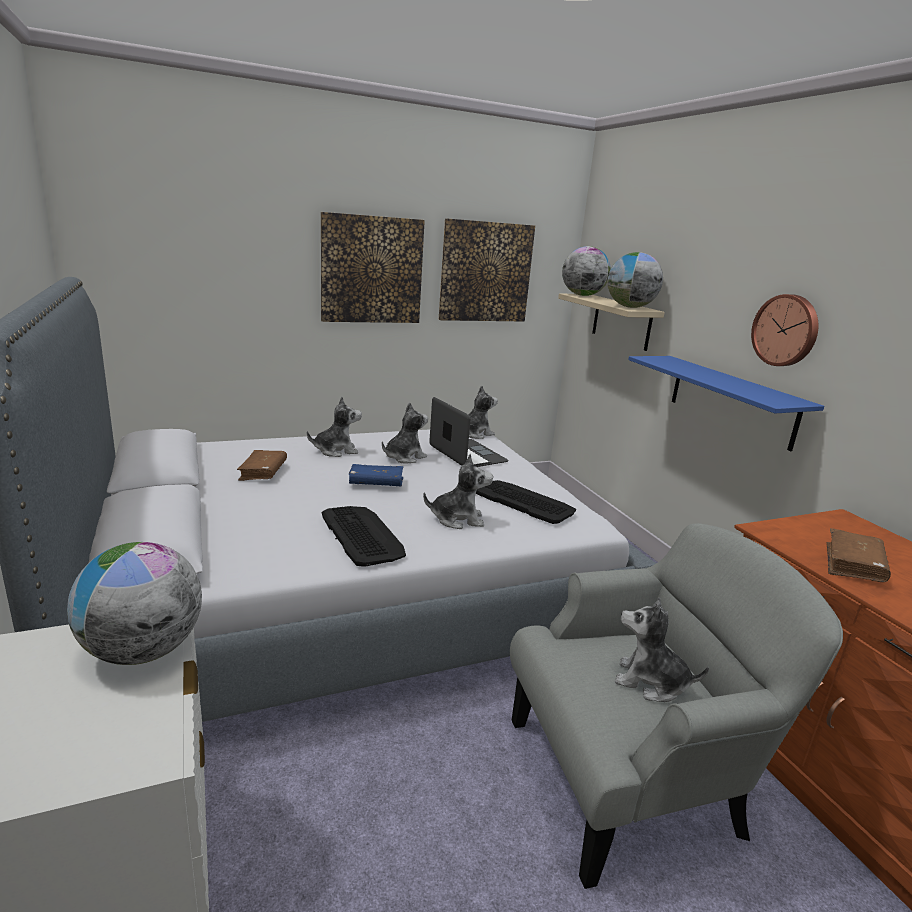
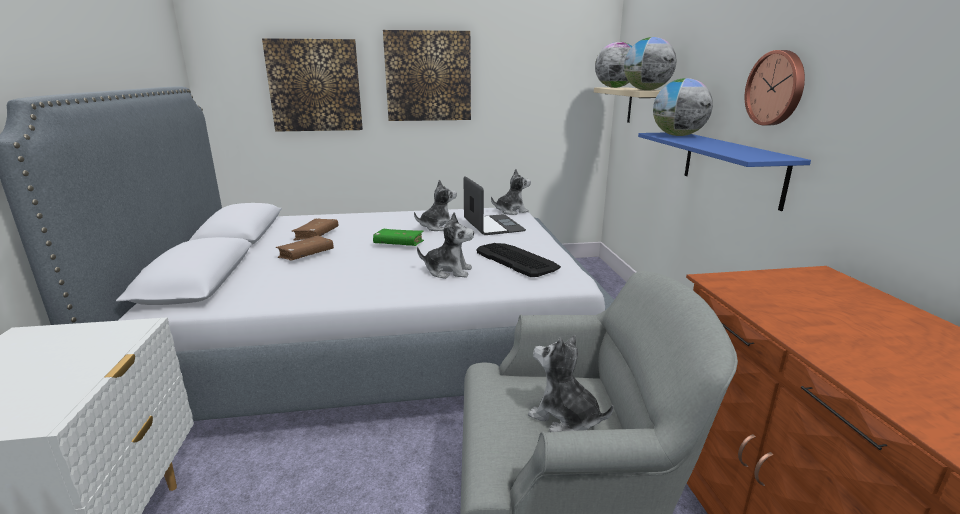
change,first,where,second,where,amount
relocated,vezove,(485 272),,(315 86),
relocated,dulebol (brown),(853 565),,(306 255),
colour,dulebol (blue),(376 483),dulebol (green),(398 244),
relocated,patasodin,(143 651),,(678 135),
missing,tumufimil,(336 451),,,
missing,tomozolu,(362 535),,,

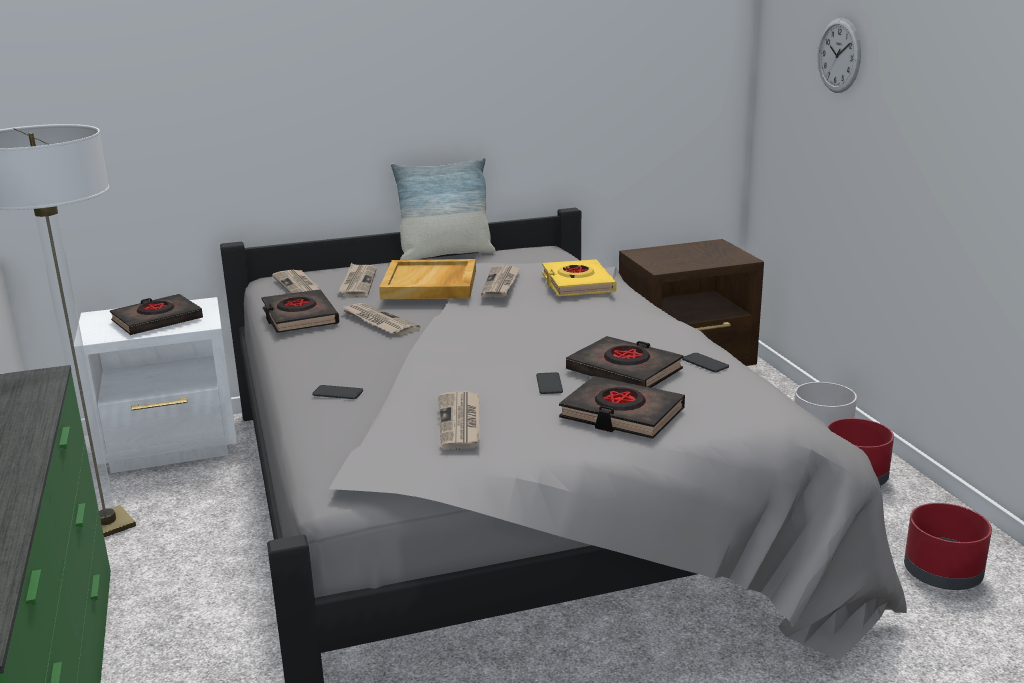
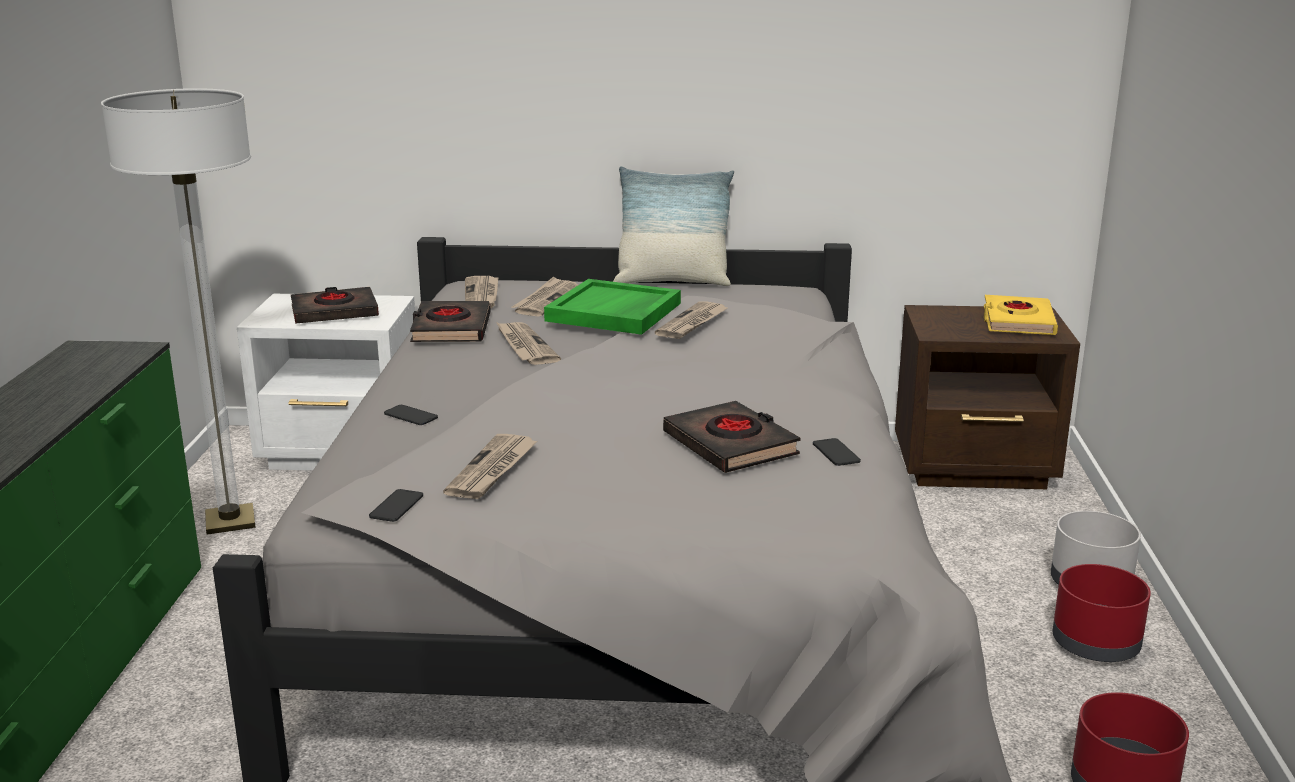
change,first,where,second,where,amount
relocated,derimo,(549 384),,(396 506),
colour,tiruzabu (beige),(430 284),tiruzabu (green),(614 312),
relocated,dulebol (yellow),(577 284),,(1017 322),
missing,dulebol (black),(621 414),,,
missing,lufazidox,(839 55),,,

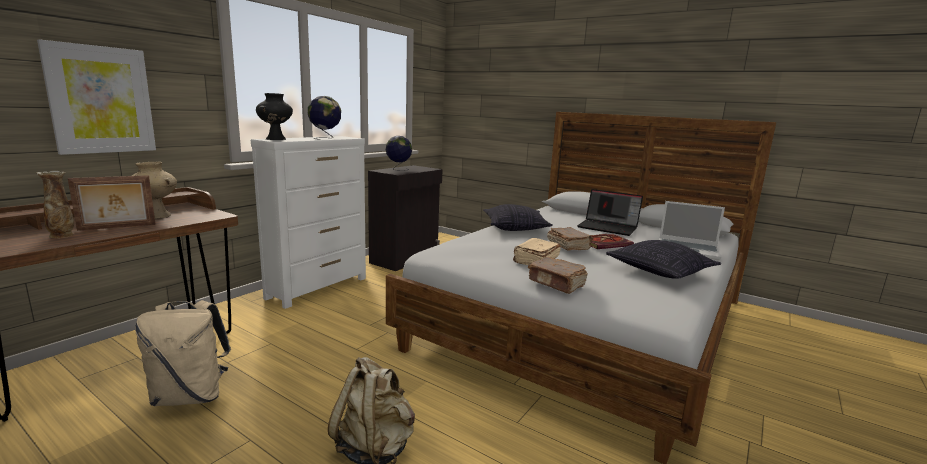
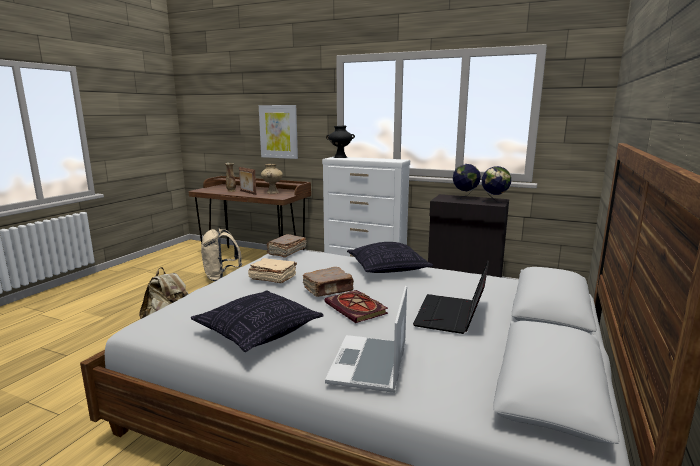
change,first,where,second,where,amount
relocated,dulebol (brown),(556 284),,(286 252),
relocated,patasodin,(325 138),,(494 202),

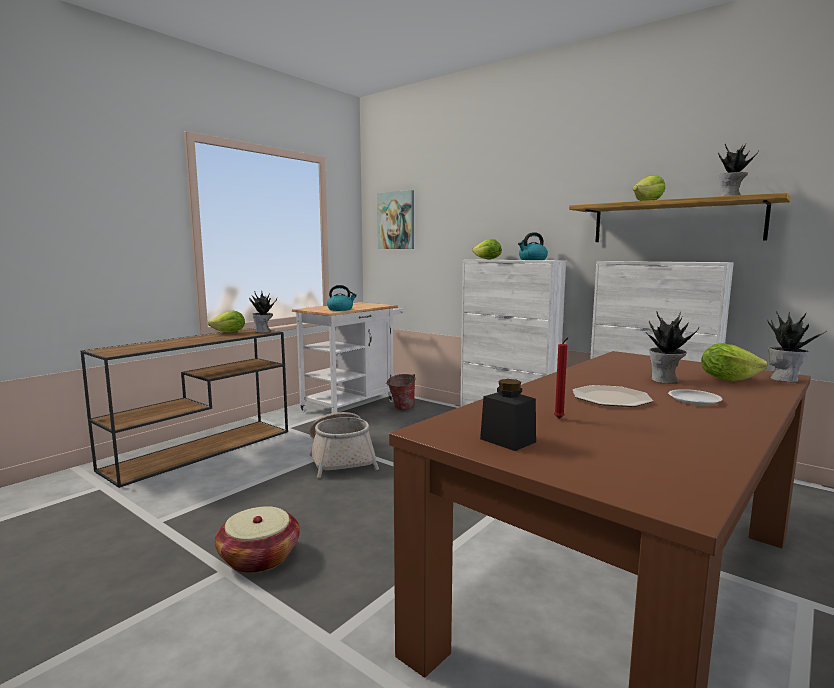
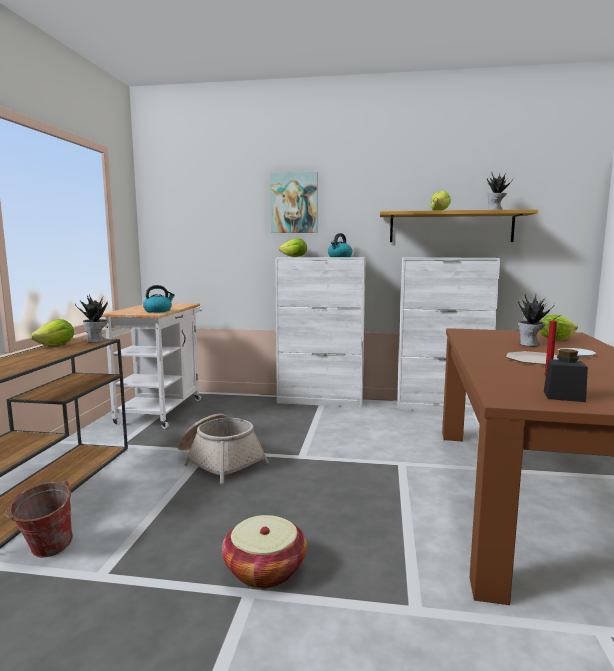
change,first,where,second,where,amount
relocated,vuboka,(401 408),,(45 552),
relocated,vezove,(396 220),,(294 203),
missing,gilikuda,(784 379),,,

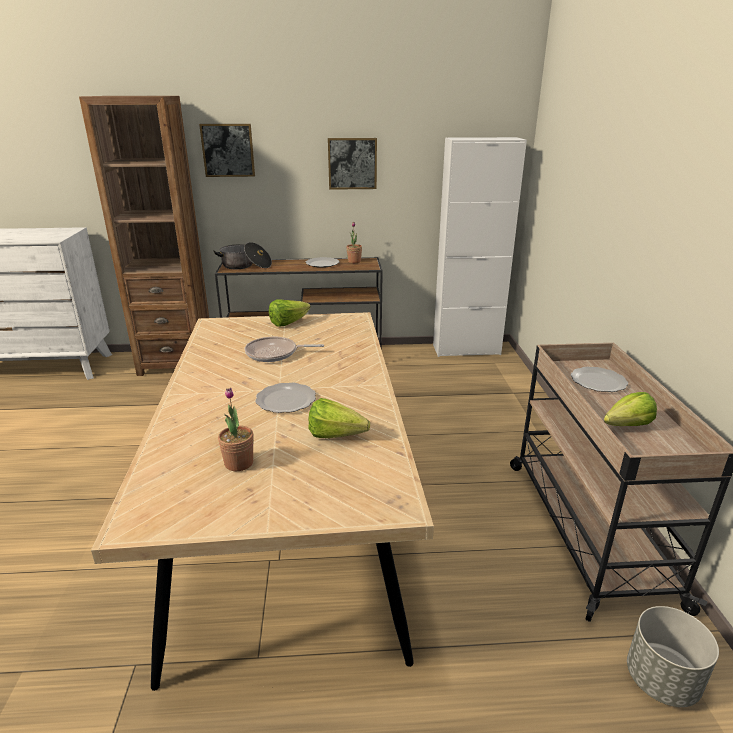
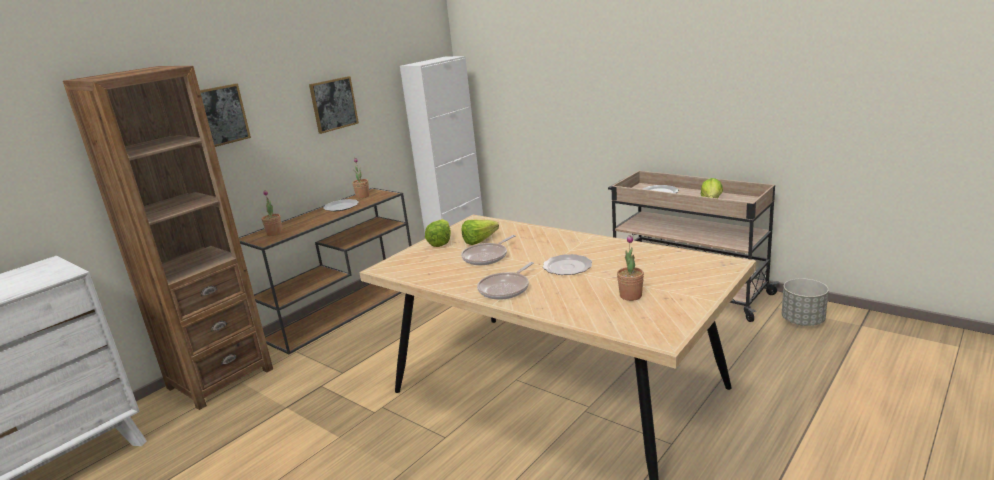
change,first,where,second,where,amount
exchanged,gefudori,(245 266),gilikuda,(274 233),
relocated,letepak,(340 437),,(483 240),
appeared,,,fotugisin,(506 288),

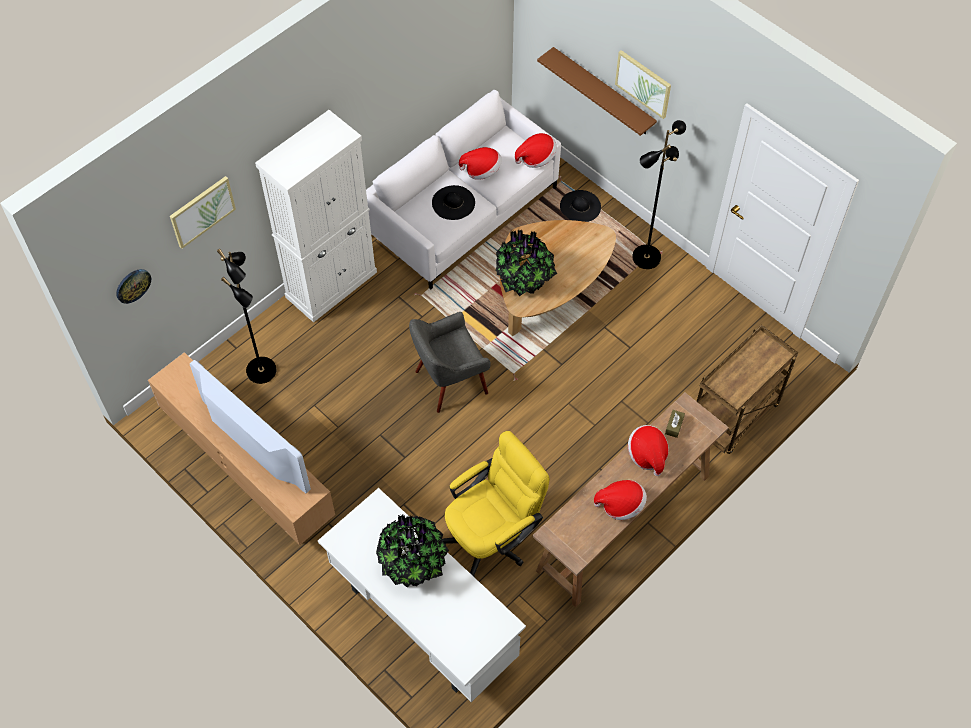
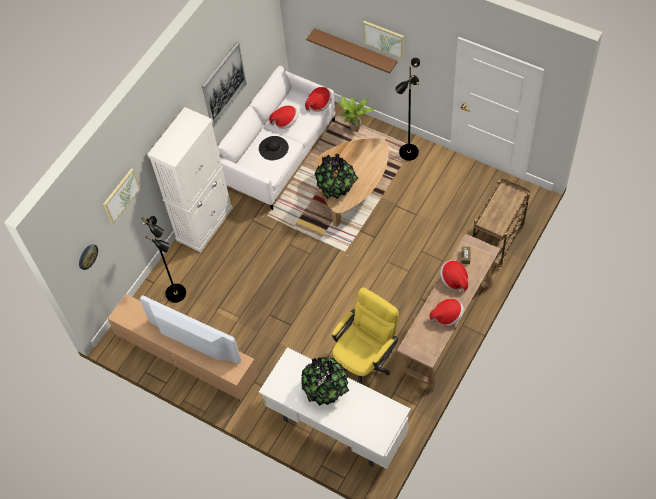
change,first,where,second,where,amount
appeared,,,vezove,(223 84),
exchanged,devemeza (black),(580 206),gilikuda,(354 129),
missing,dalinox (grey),(450 381),,,

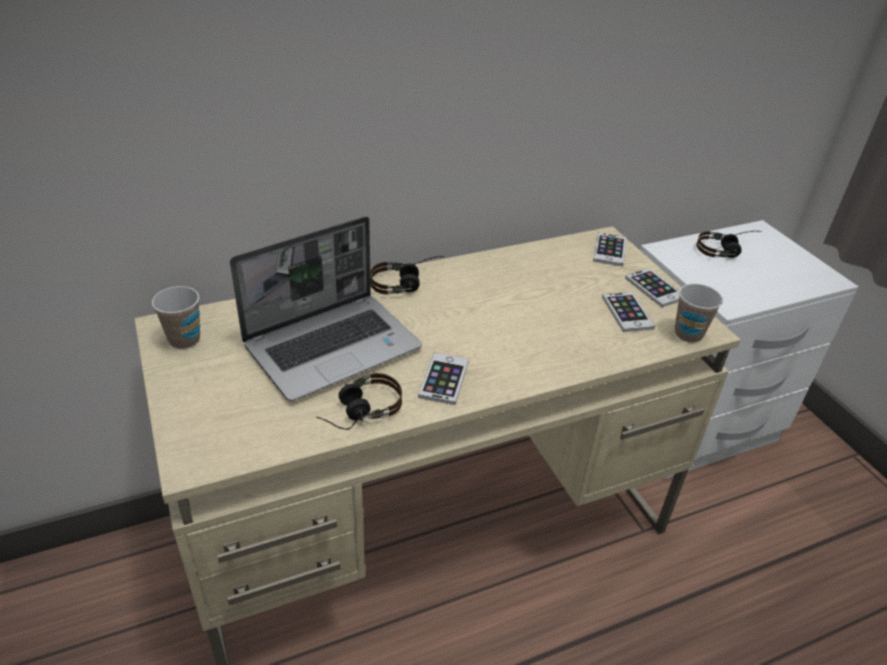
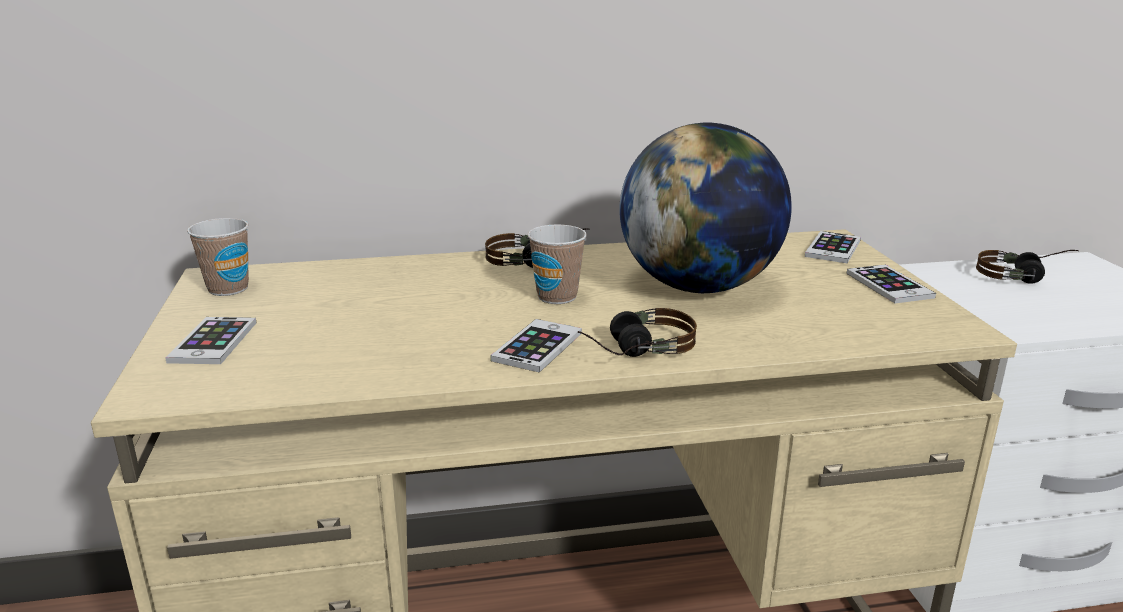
change,first,where,second,where,amount
relocated,derimo,(627 312),,(213 342),
relocated,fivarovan,(688 334),,(557 296),
relocated,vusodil,(357 412),,(634 350),
appeared,,,patasodin,(699 286),
missing,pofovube,(334 346),,,

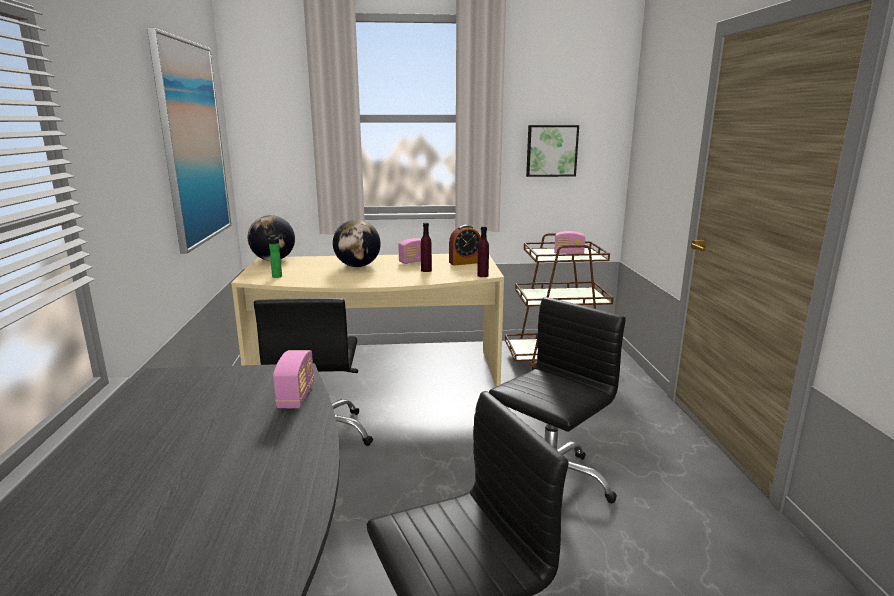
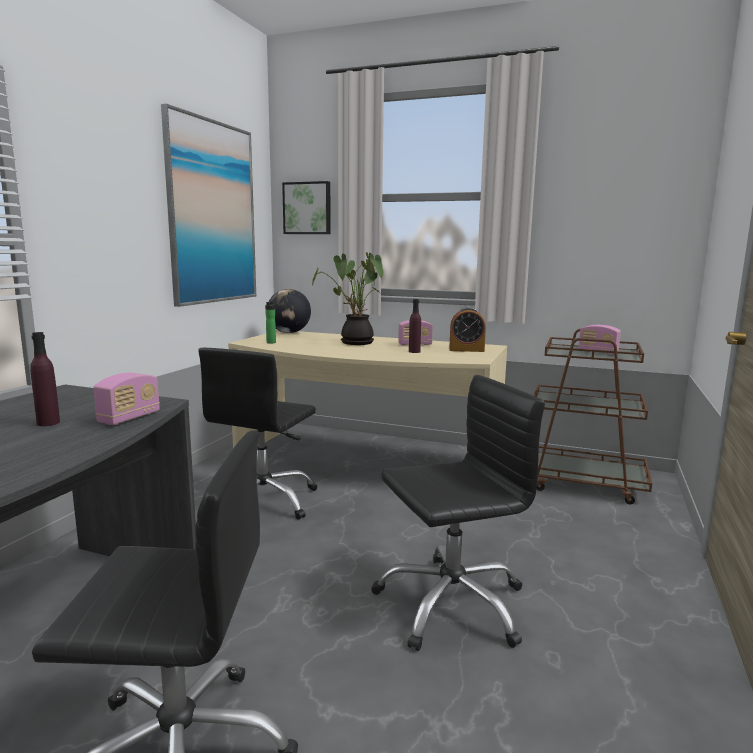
change,first,where,second,where,amount
relocated,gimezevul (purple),(482 275),,(48 423),
relocated,vezove,(551 150),,(307 208),
exchanged,patasodin,(357 266),gilikuda,(354 343),

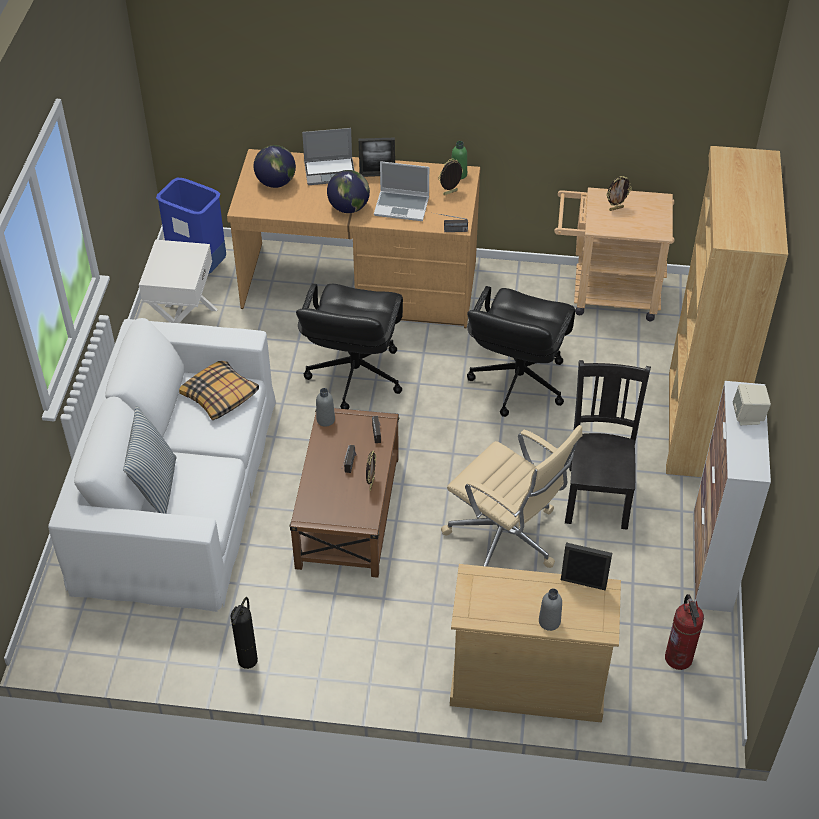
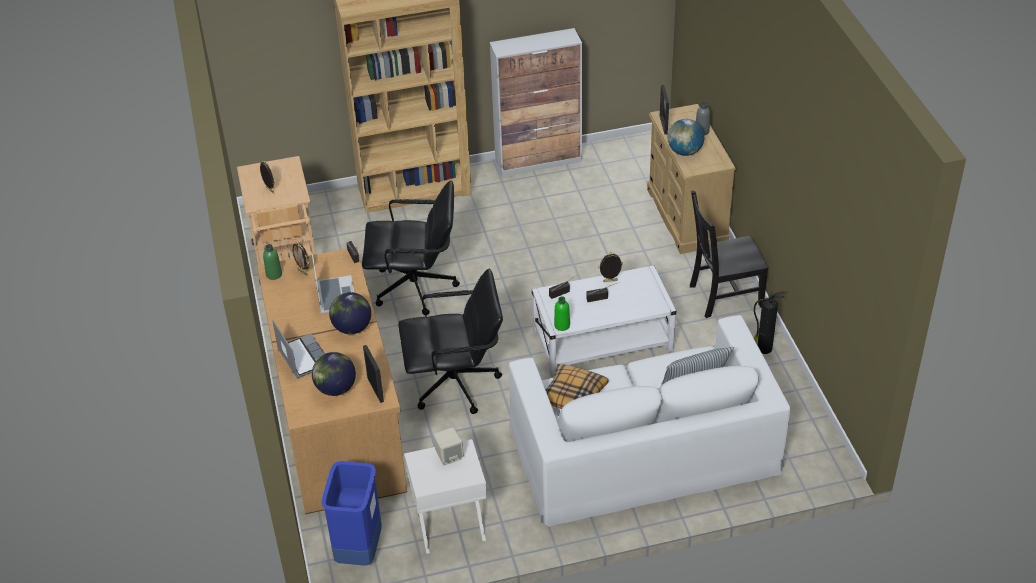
change,first,where,second,where,amount
relocated,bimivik,(377 175),,(375 390),
relocated,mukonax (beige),(748 416),,(449 456),
colour,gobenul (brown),(348 512),gobenul (white),(602 341),
colour,gimezevul (grey),(325 420),gimezevul (green),(562 325),
appeared,,,patasodin,(685 152),
relocated,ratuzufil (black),(598 494),,(723 296),
missing,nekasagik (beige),(506 538),,,
missing,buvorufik,(678 658),,,

